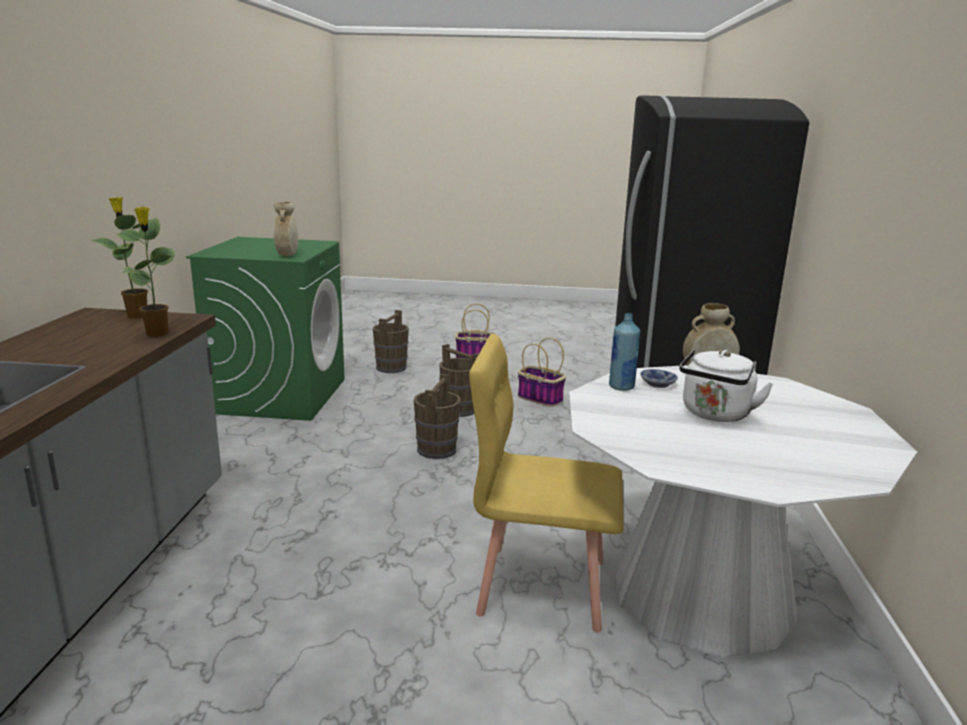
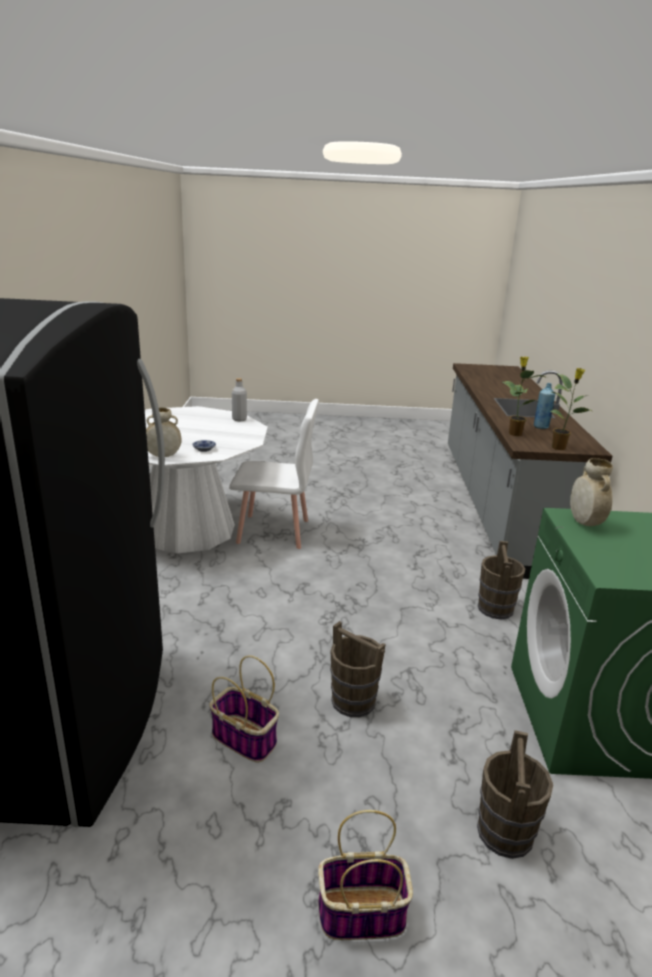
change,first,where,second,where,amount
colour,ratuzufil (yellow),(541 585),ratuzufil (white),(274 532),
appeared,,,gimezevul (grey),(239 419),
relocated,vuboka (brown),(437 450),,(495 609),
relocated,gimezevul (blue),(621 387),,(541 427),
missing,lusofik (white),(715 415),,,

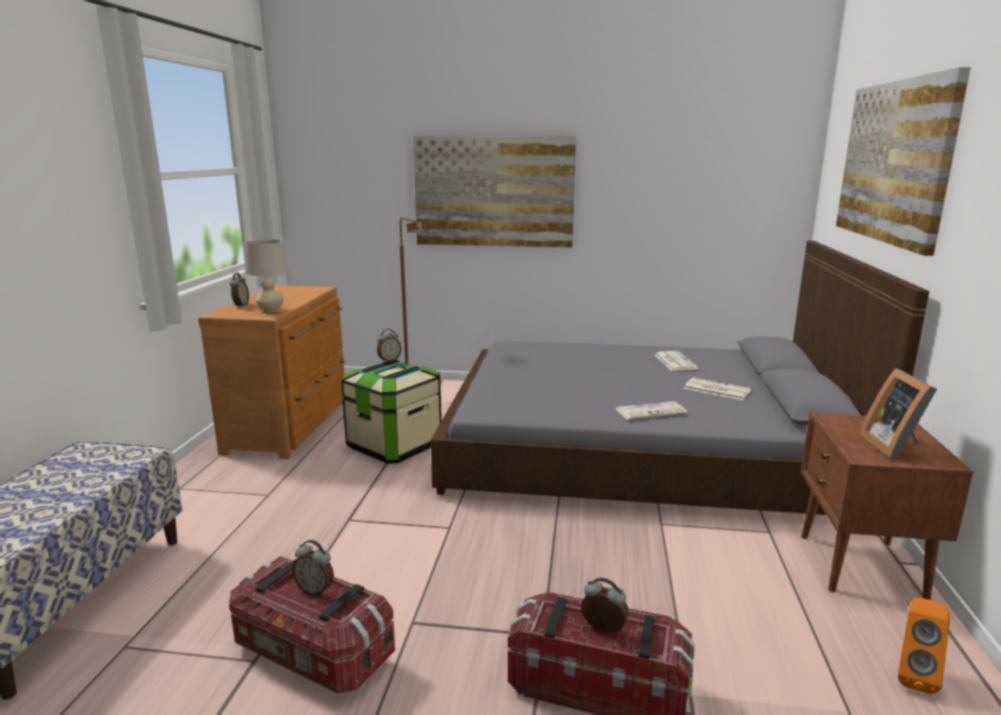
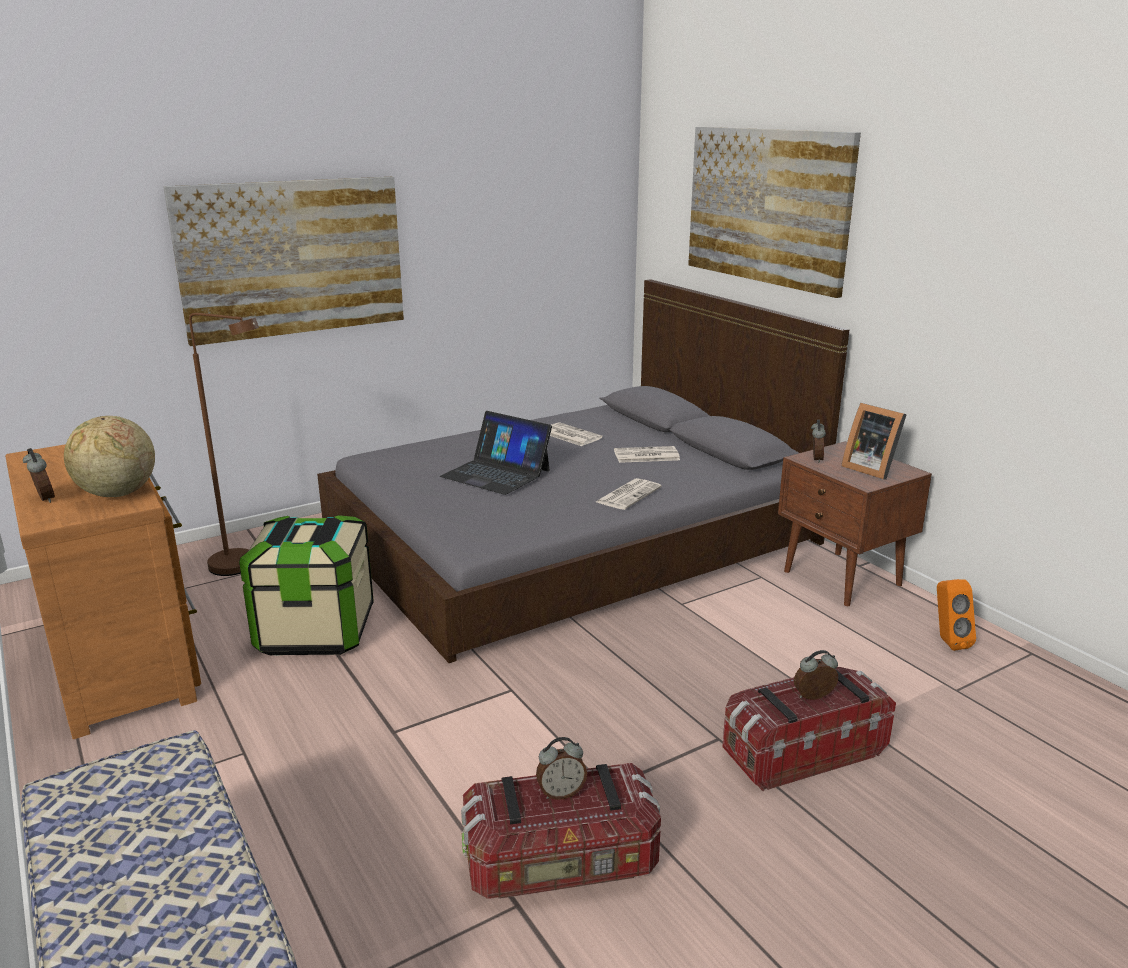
change,first,where,second,where,amount
exchanged,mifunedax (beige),(271 310),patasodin,(117 494),
appeared,,,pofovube,(496 473),
relocated,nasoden,(389 360),,(815 459),

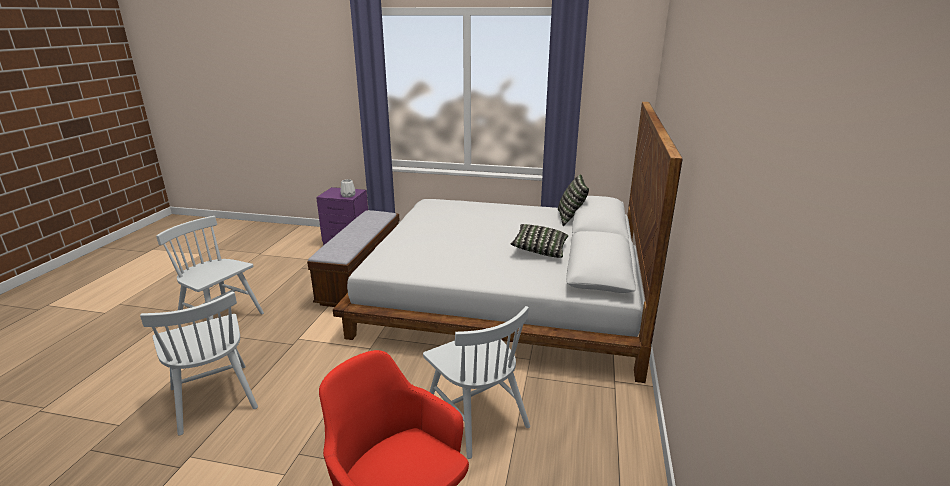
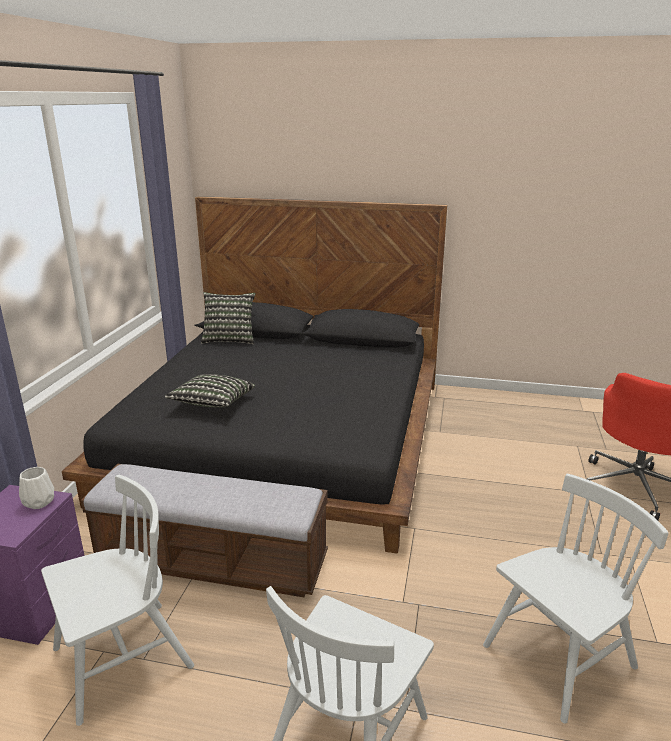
change,first,where,second,where,amount
relocated,ratuzufil (white),(476 417),,(122 659),
colour,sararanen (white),(505 292),sararanen (black),(284 437),
relocated,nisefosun,(539 250),,(212 404),

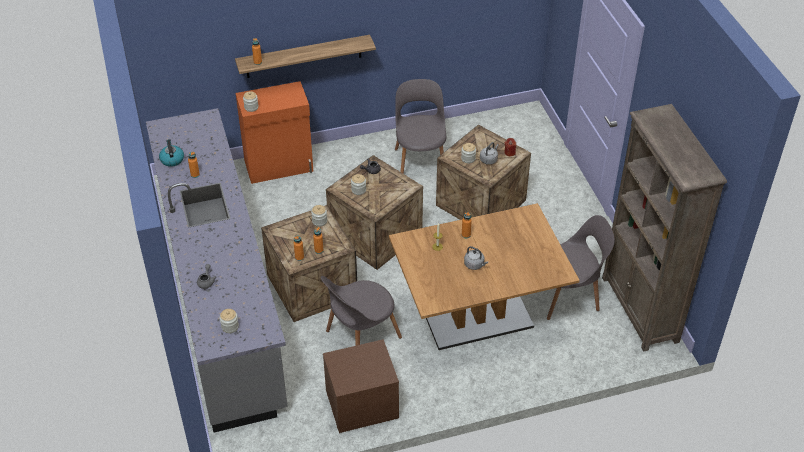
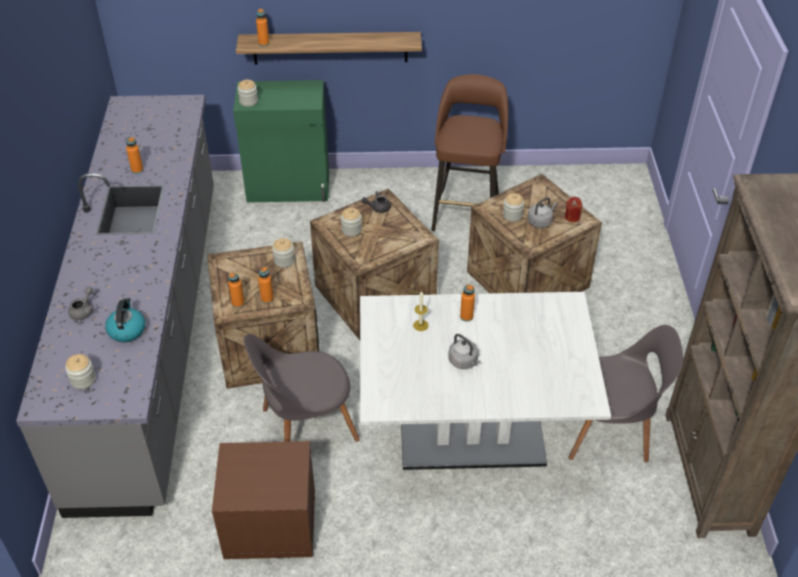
change,first,where,second,where,amount
relocated,lusofik,(172 159),,(127 330),
colour,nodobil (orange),(279 167),nodobil (green),(289 188),
colour,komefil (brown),(477 318),komefil (white),(471 436),
exchanged,ratuzufil (grey),(420 161),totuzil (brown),(466 212),

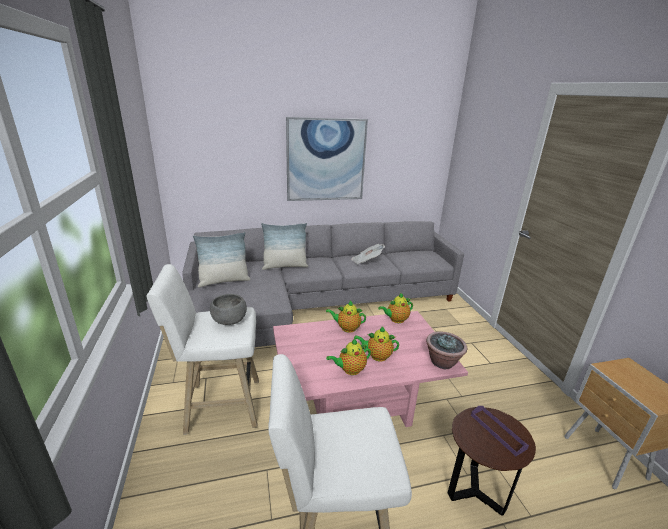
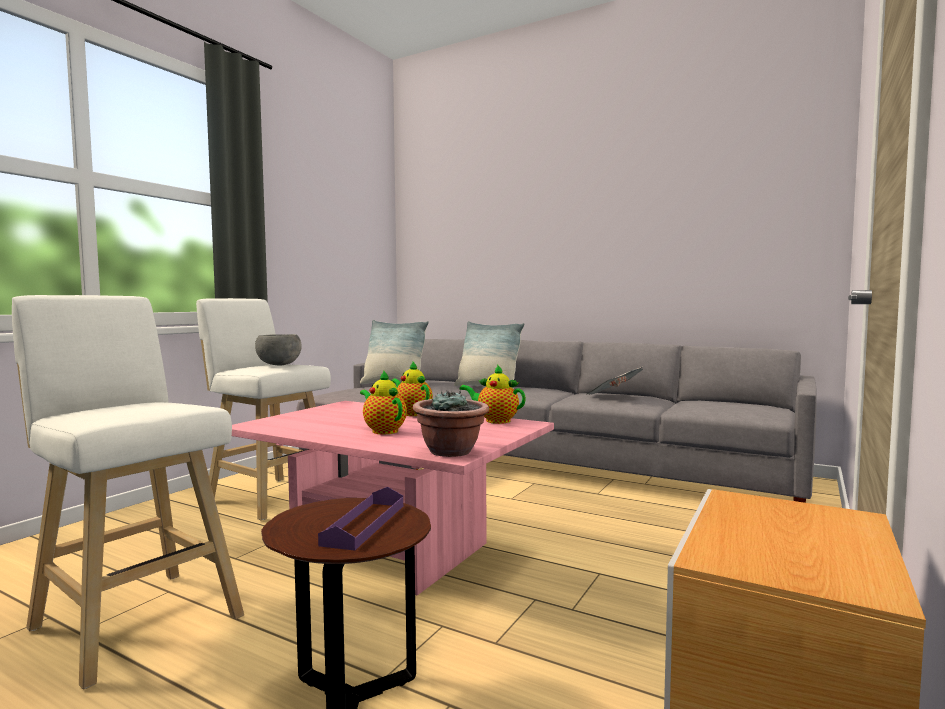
change,first,where,second,where,amount
missing,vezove,(326 160),,,
missing,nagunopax,(350 370),,,

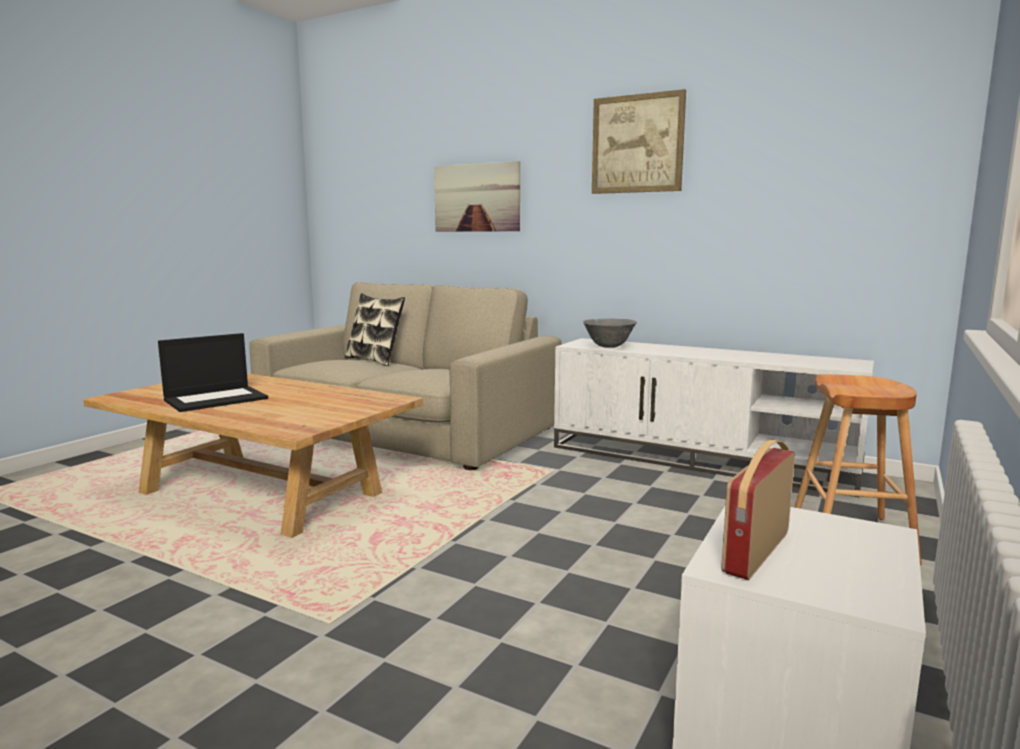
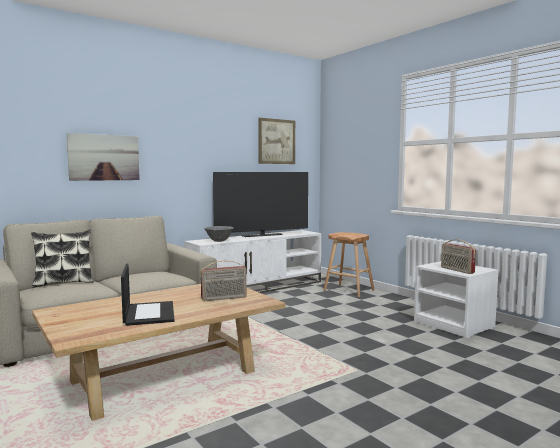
change,first,where,second,where,amount
appeared,,,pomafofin,(224 298),
appeared,,,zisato,(262 235),
relocated,vezove,(637 144),,(276 141),

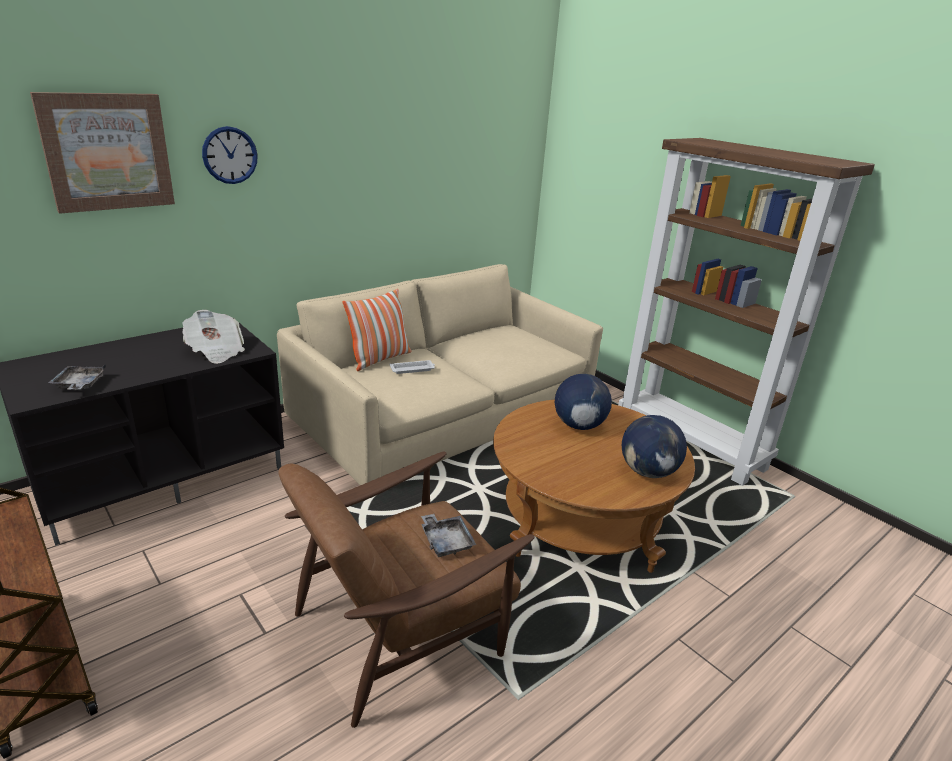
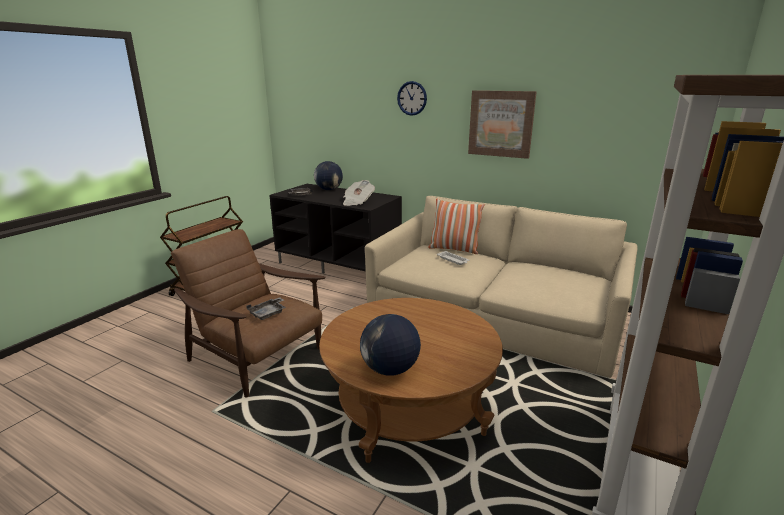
change,first,where,second,where,amount
relocated,patasodin,(578 425),,(329 189),
relocated,vezove,(107 152),,(501 124),

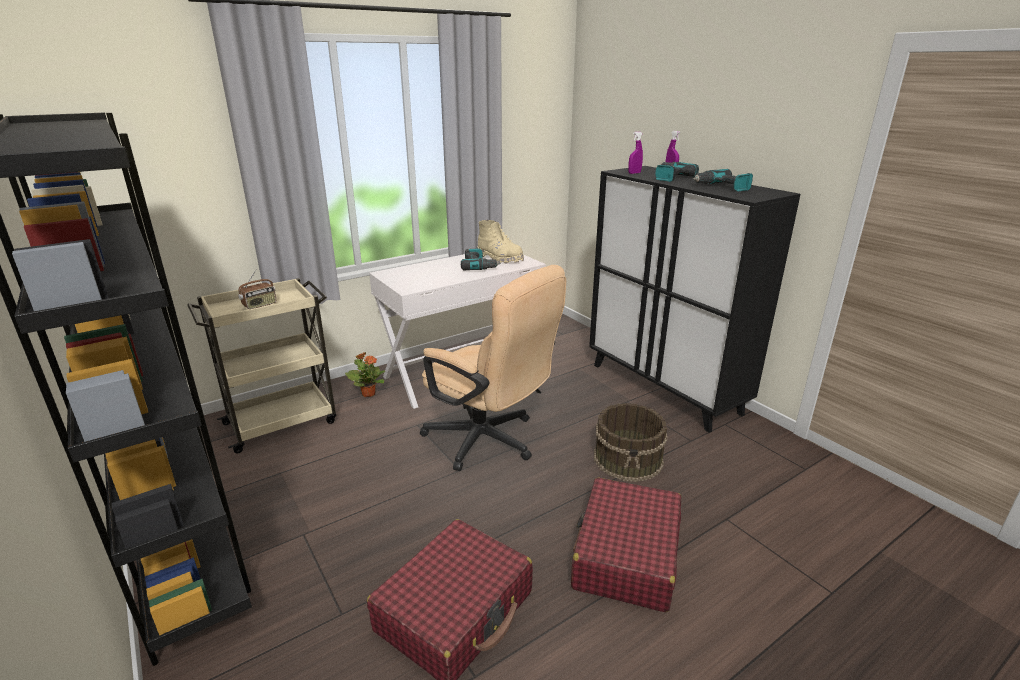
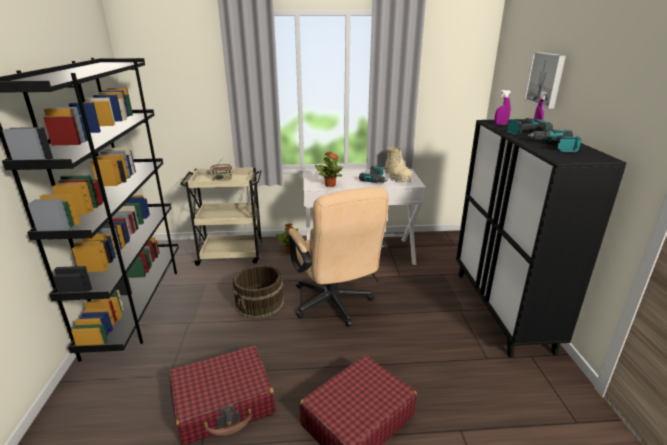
change,first,where,second,where,amount
relocated,vuboka (brown),(628 459),,(260 303),
appeared,,,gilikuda,(330 185),
appeared,,,vezove,(546 79),

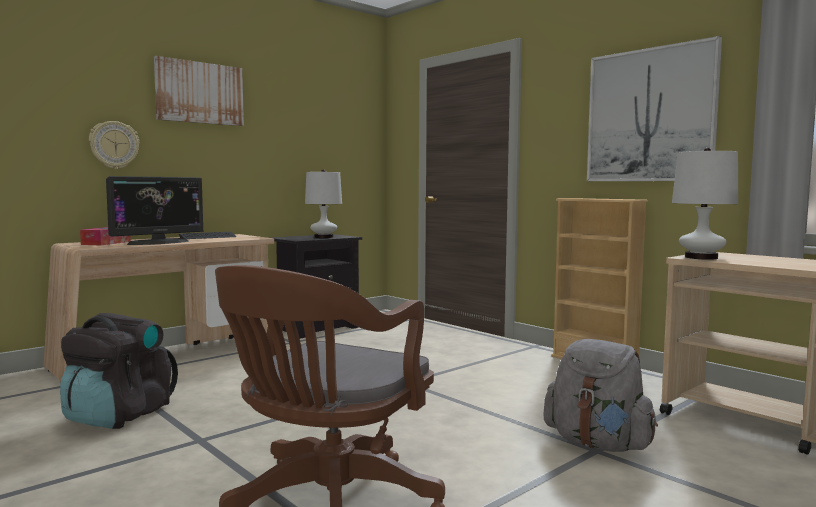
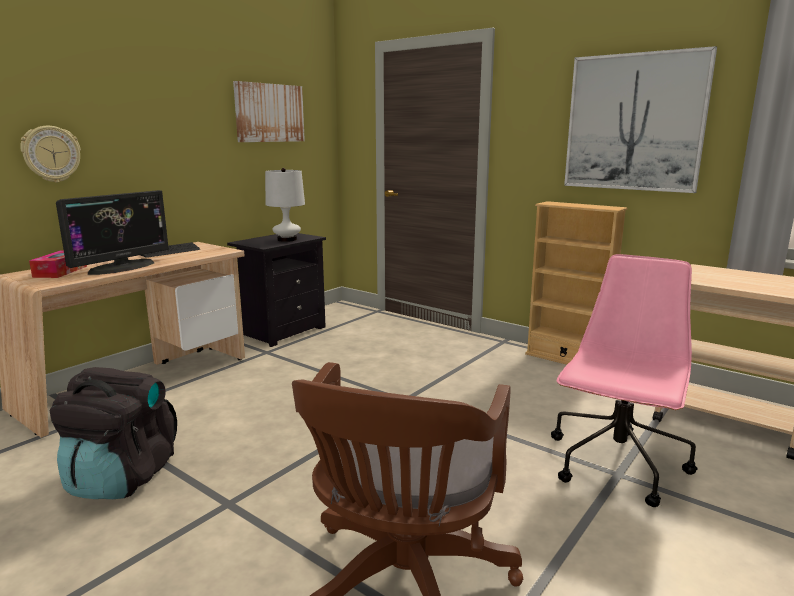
change,first,where,second,where,amount
relocated,vezove,(199 93),,(269 113),
exchanged,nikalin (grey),(598 444),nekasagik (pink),(616 466),
missing,mifunedax (white),(701 257),,,

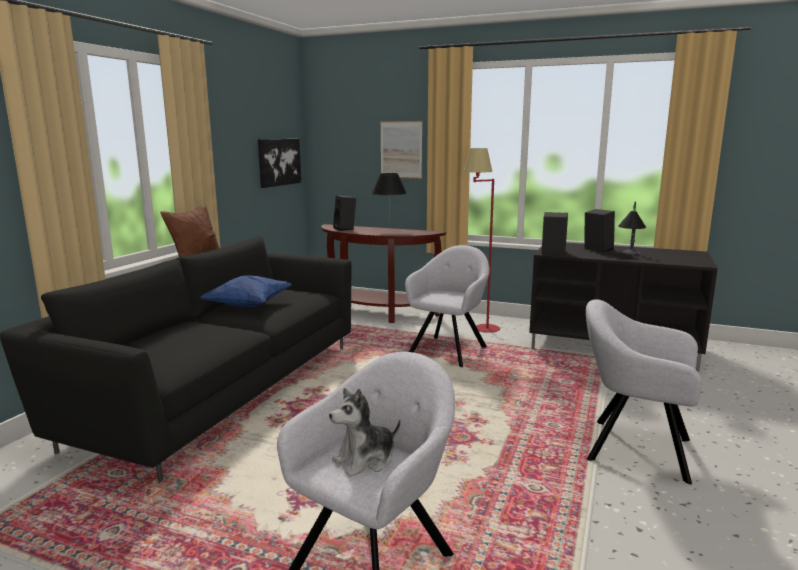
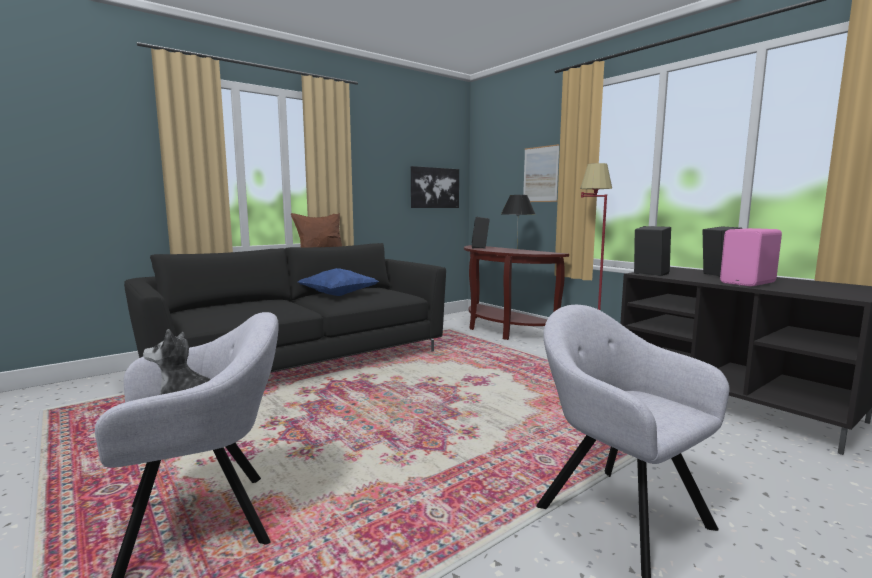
change,first,where,second,where,amount
exchanged,mifunedax,(629 256),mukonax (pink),(749 283),
missing,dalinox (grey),(449 350),,,

